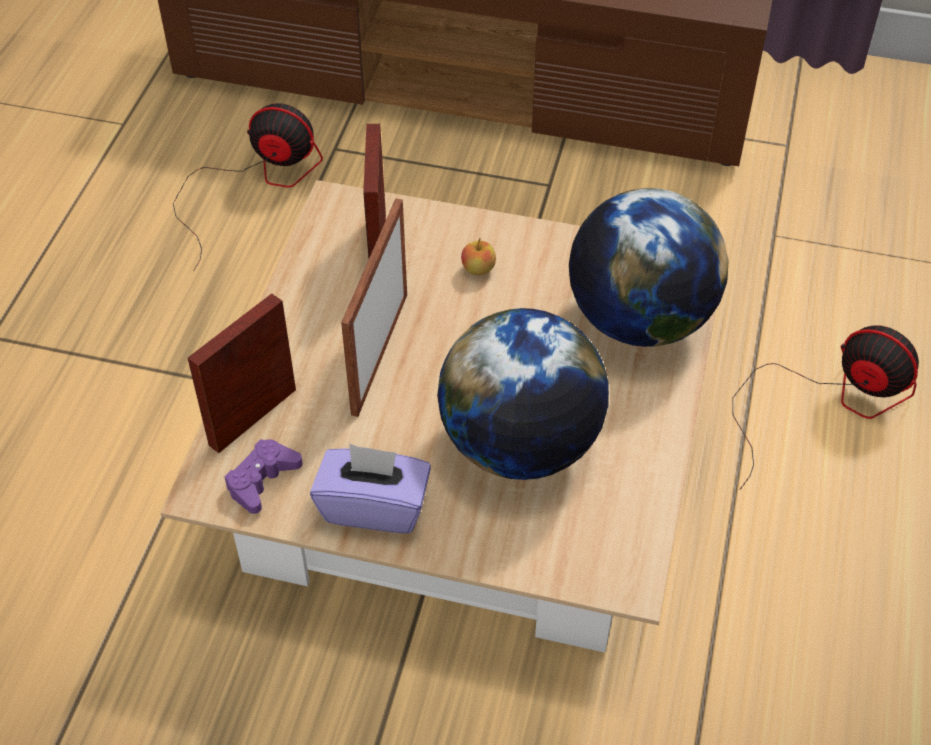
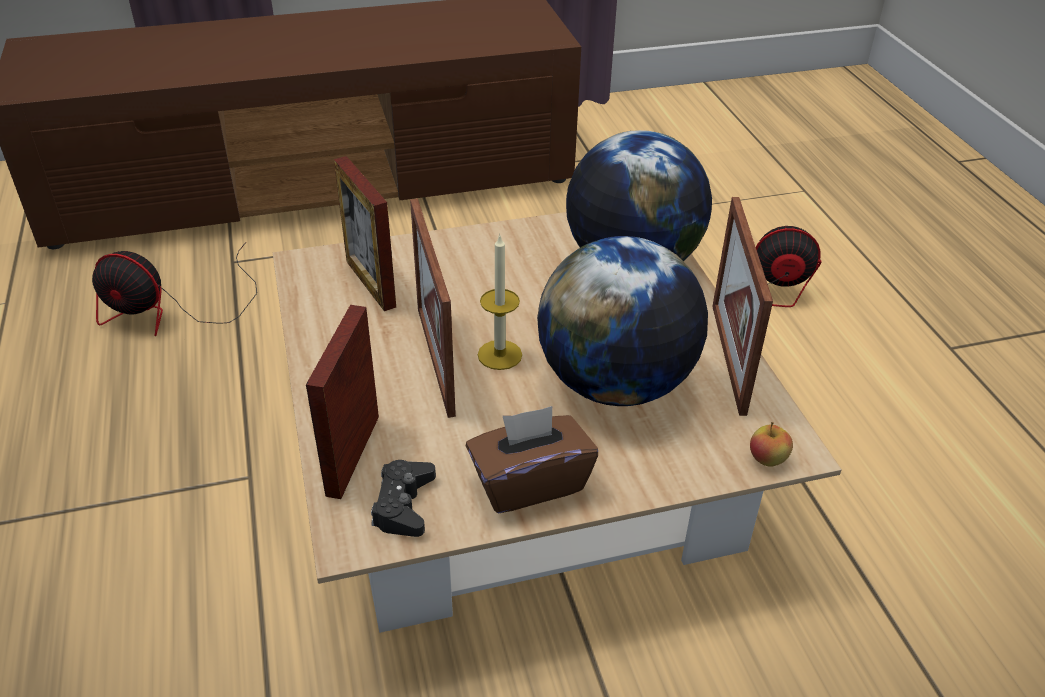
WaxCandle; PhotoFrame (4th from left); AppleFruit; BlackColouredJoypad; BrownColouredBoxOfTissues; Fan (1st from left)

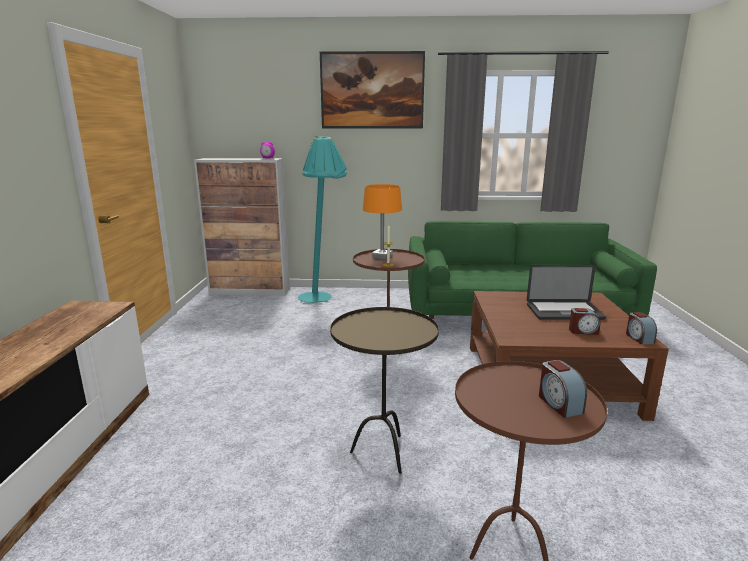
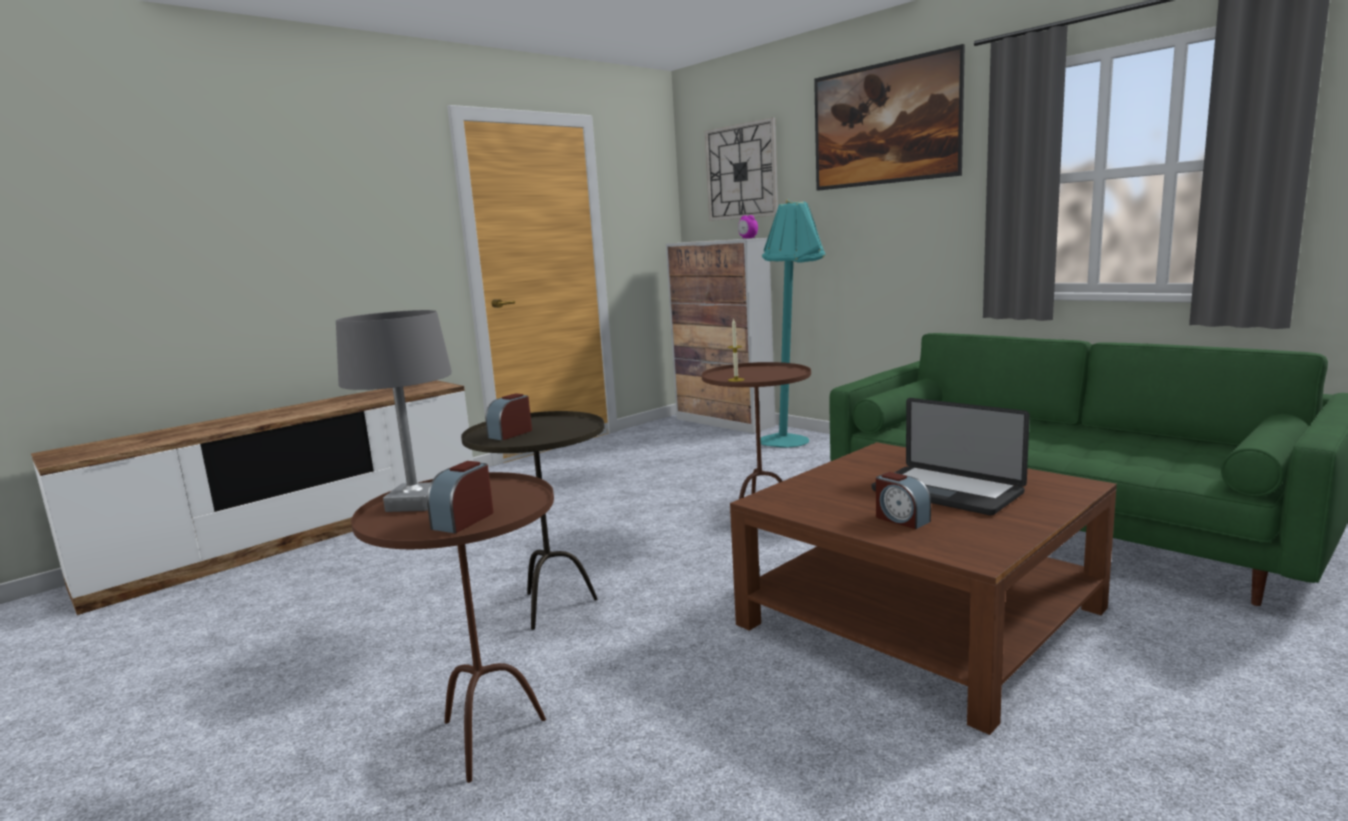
OrangeyTabletopLamp; GrayTabletopLamp; HangingClock; TableClock (2nd from left)

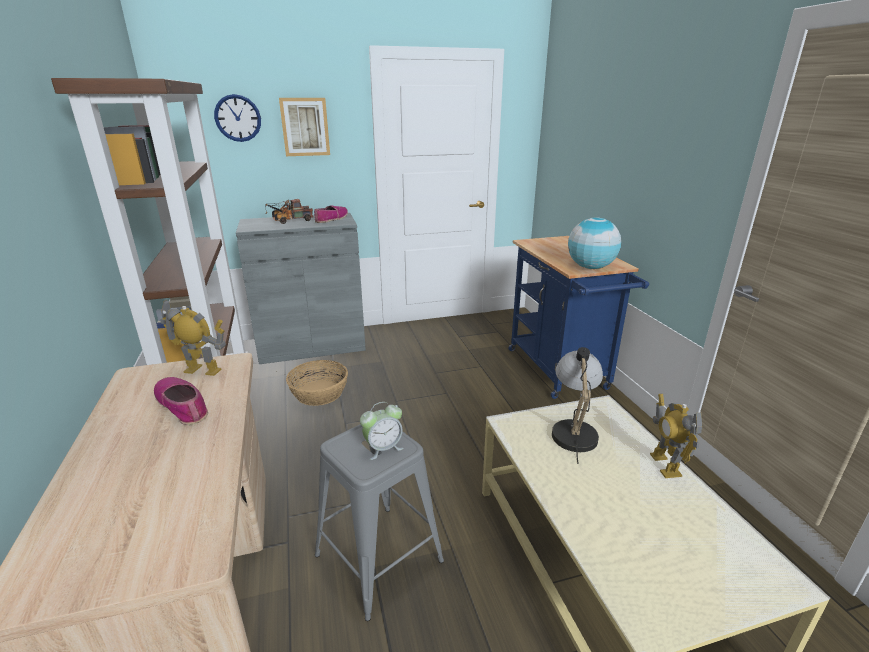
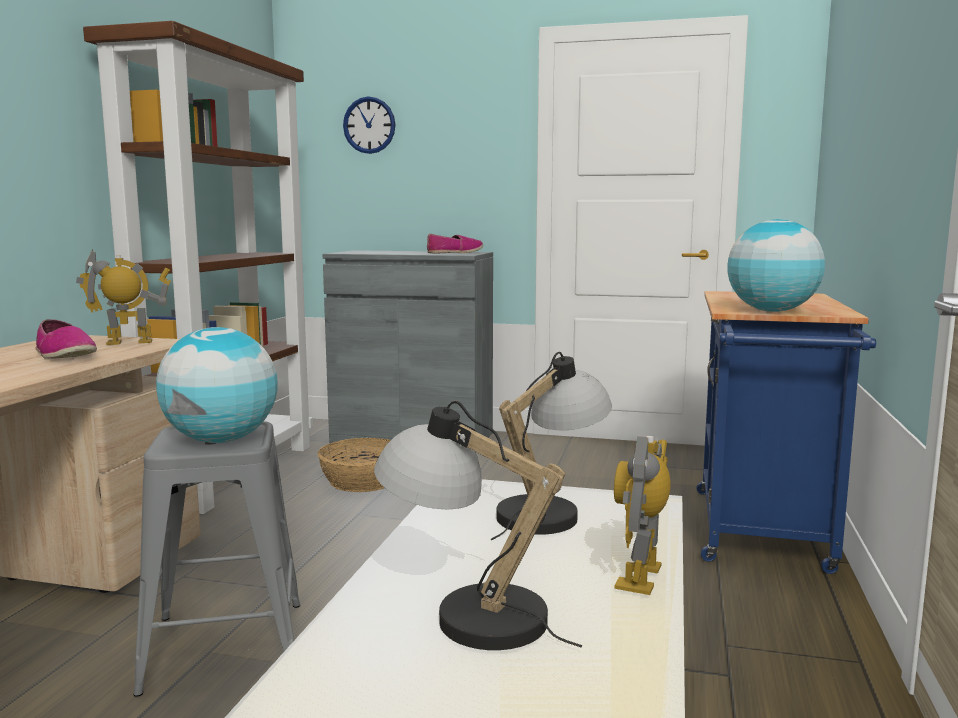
ToyLorry; Picture; TabletopLamp (1st from left); Globe (1st from left); Shoe (1st from left); ModelRobot (1st from left)

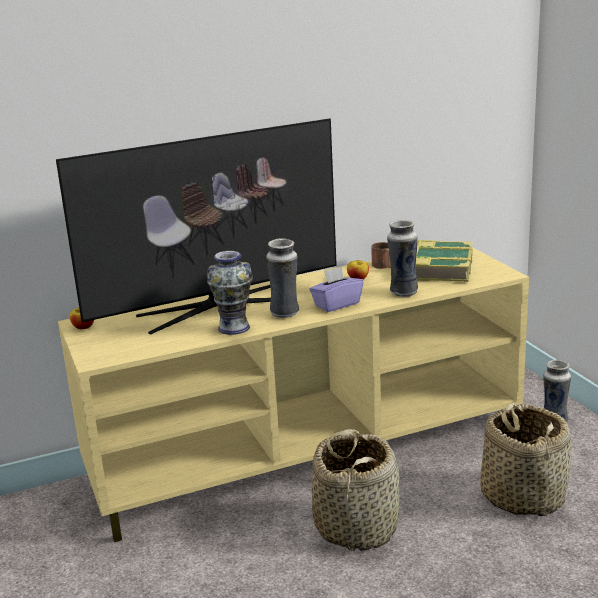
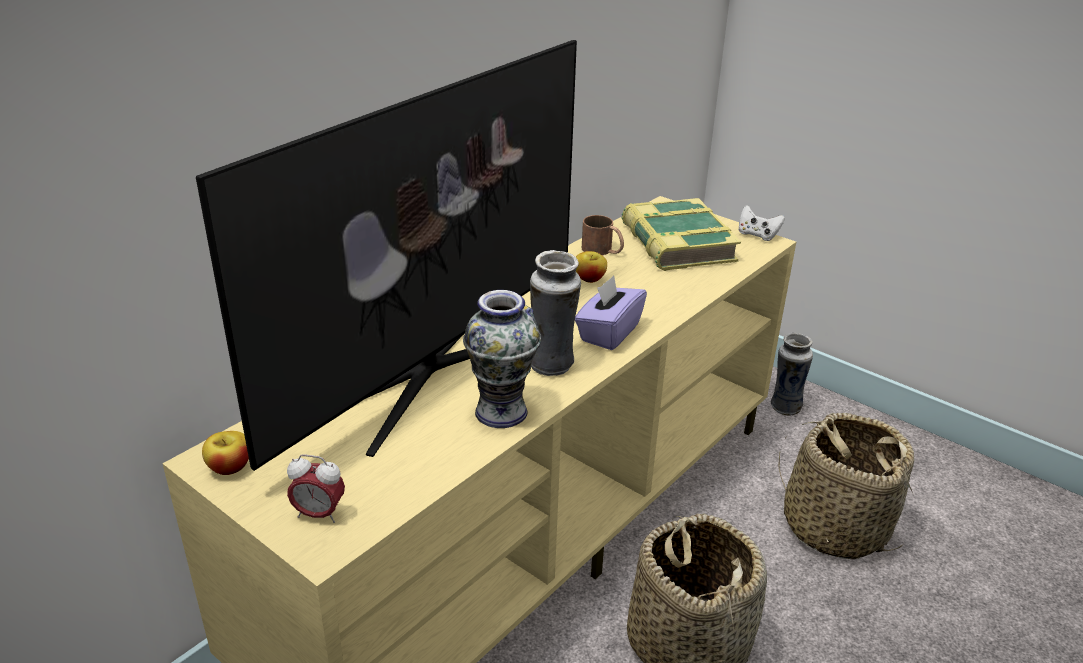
DecorativeVase (3rd from left in the first image); TableClock; WhiteColouredJoypad

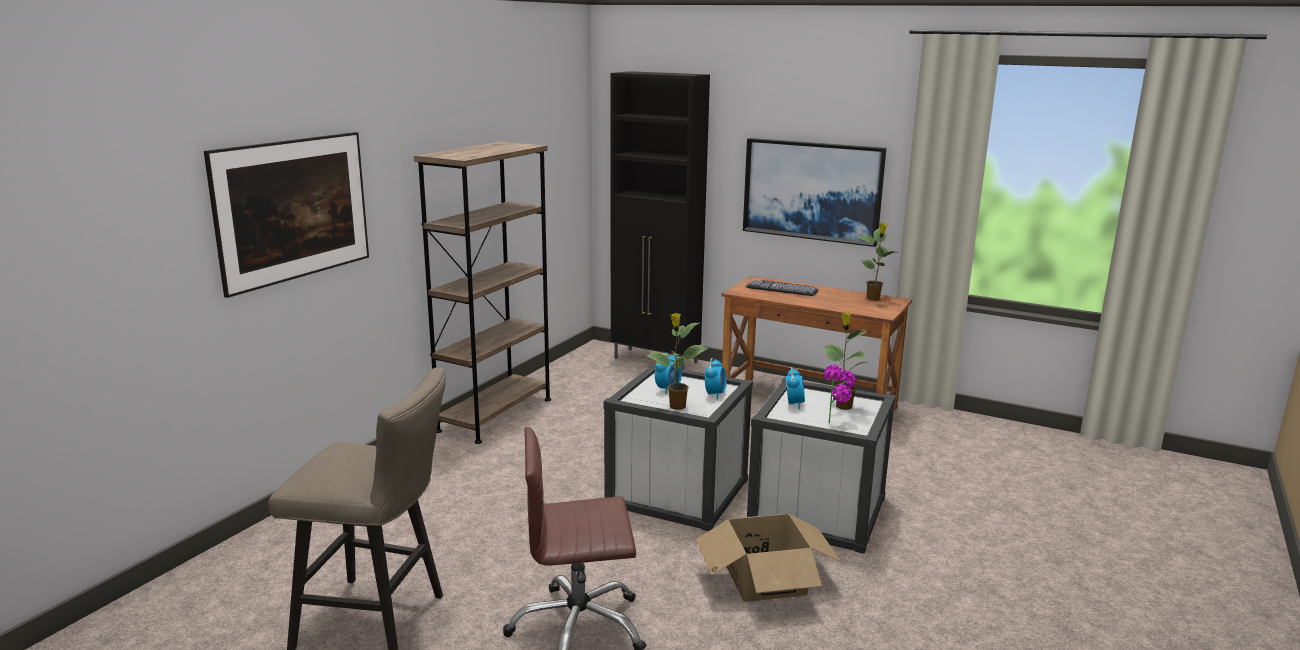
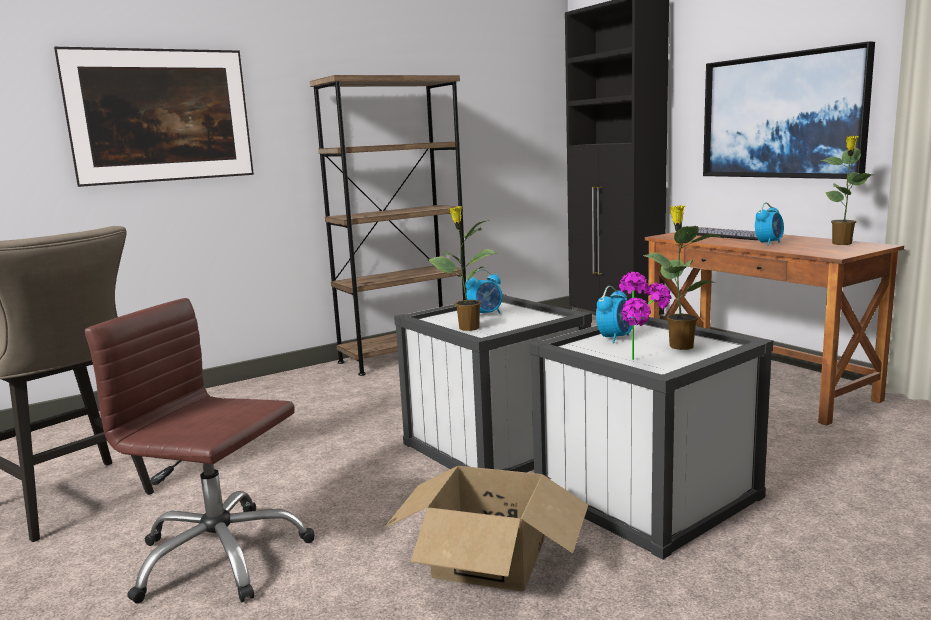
TableClock (3rd from left)

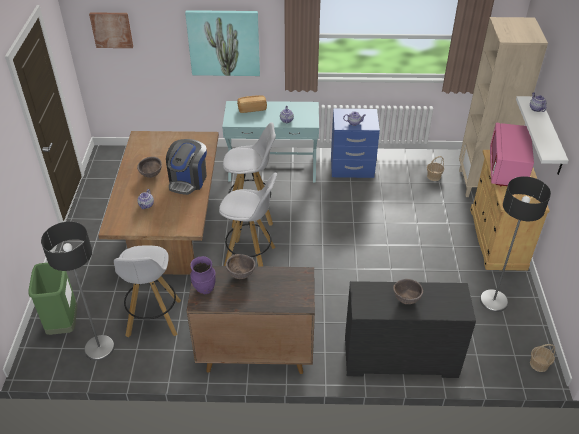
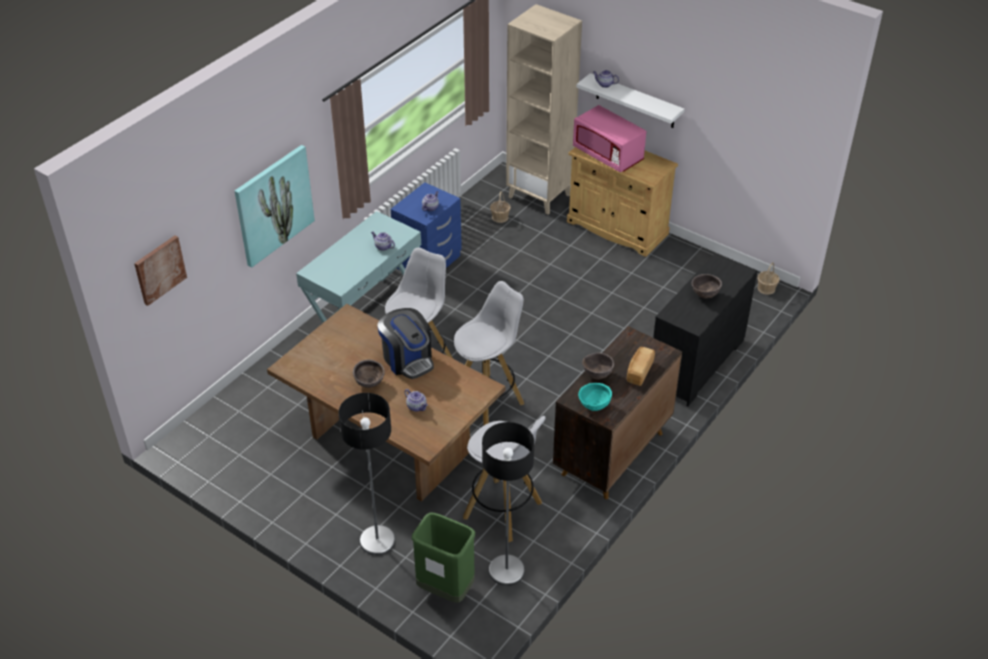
BakeryBread; StandardLamp (1st from left); TurquoiseDeepDish

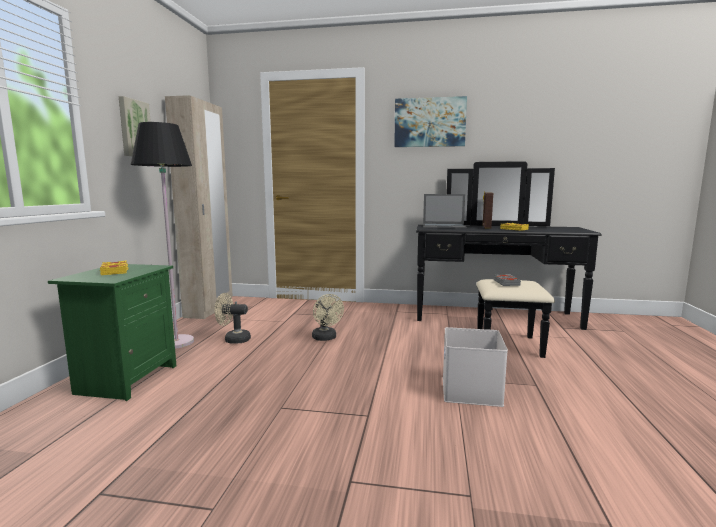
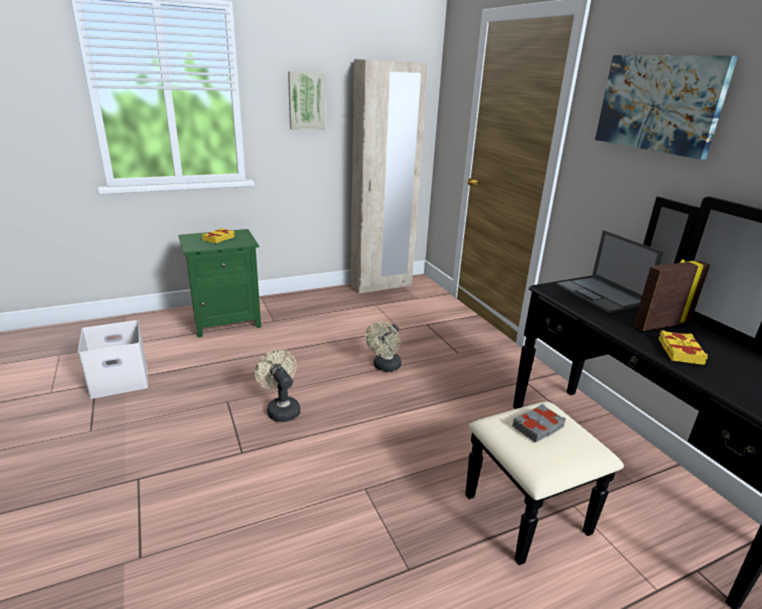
BlackColouredStandardLamp; BeigeFan (1st from left); WhiteColouredStorageBin

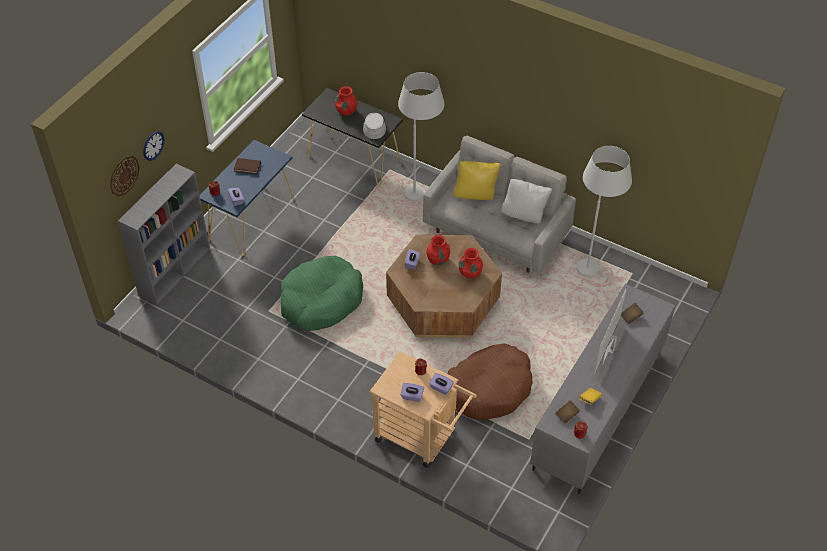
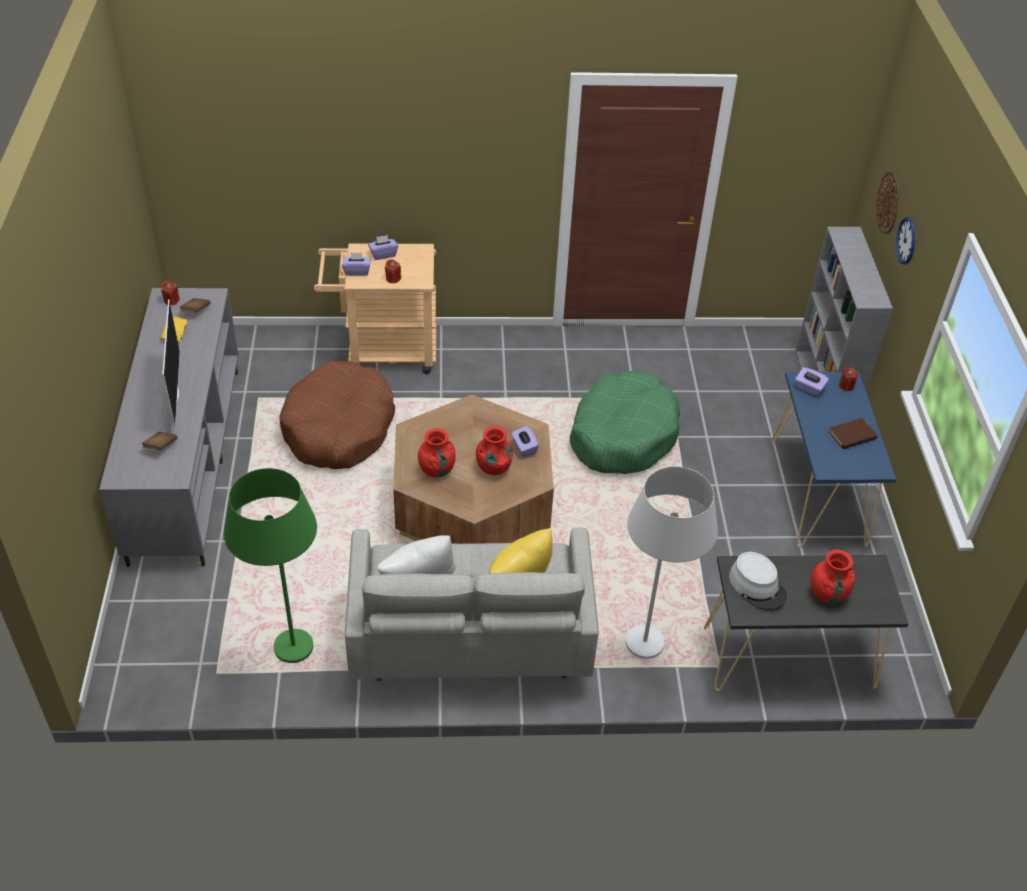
GreenColouredStandardLamp

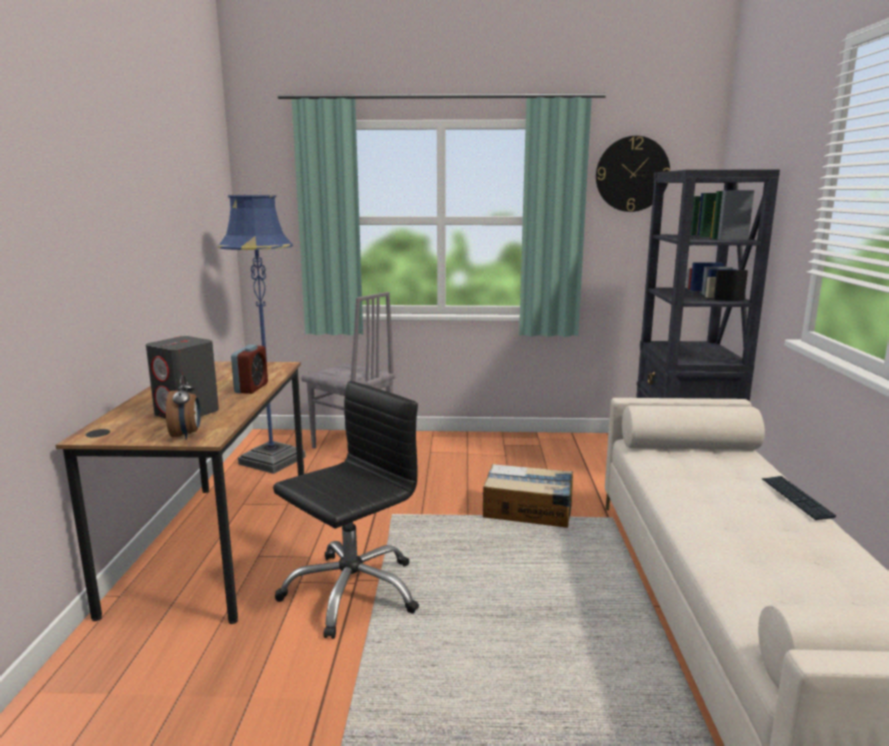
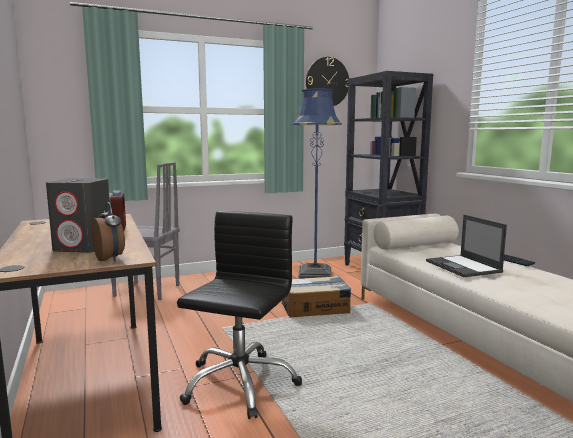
PortableComputer; BluishStandardLamp

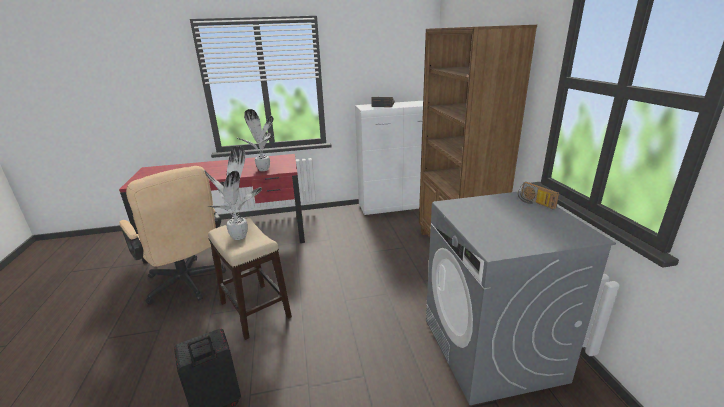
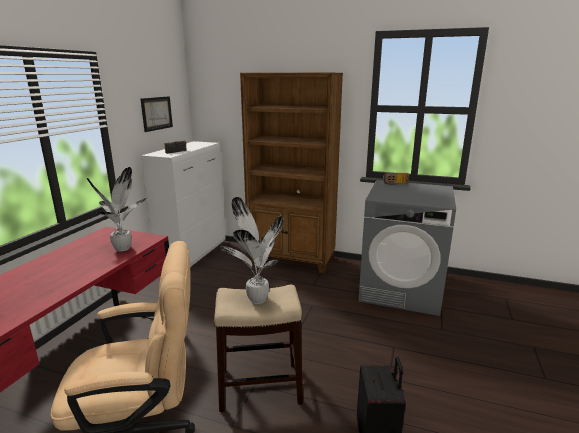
Picture

